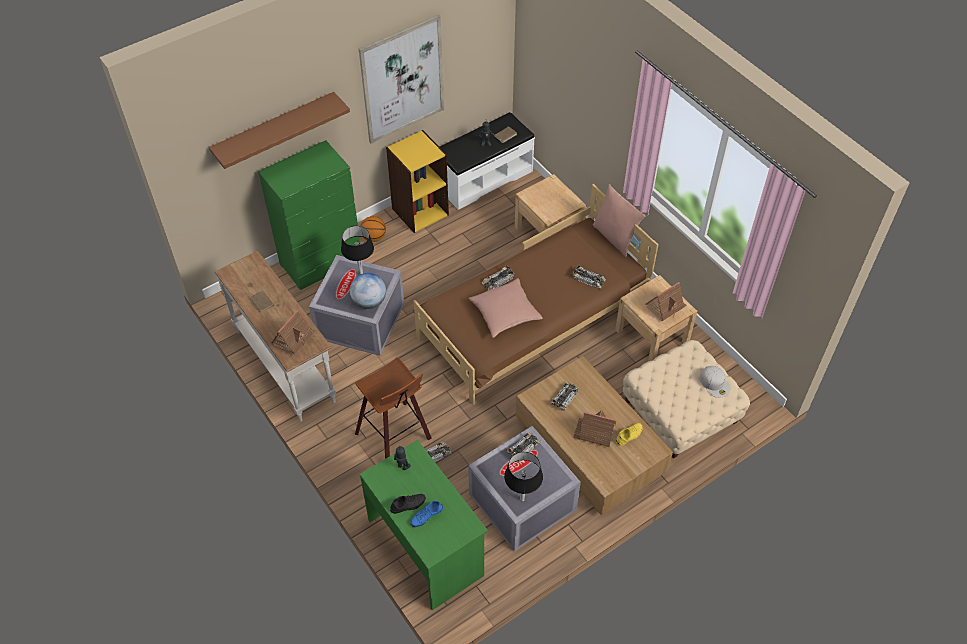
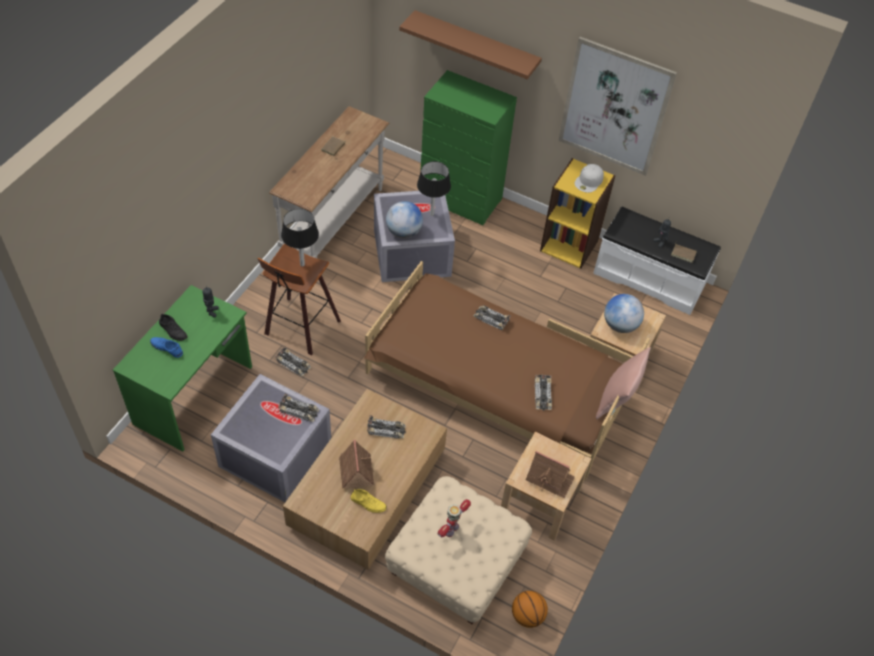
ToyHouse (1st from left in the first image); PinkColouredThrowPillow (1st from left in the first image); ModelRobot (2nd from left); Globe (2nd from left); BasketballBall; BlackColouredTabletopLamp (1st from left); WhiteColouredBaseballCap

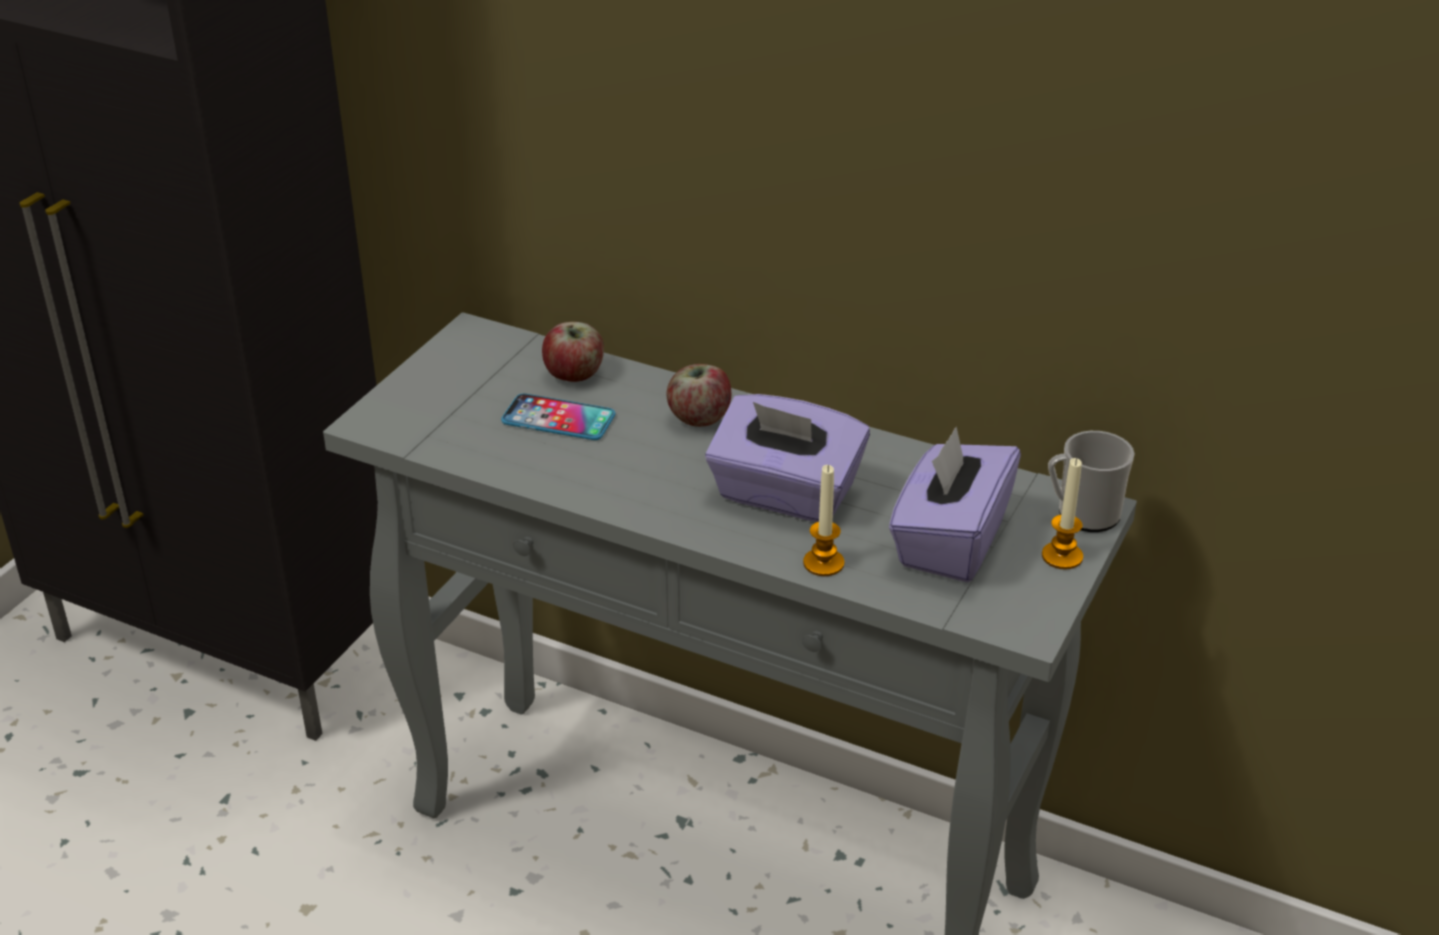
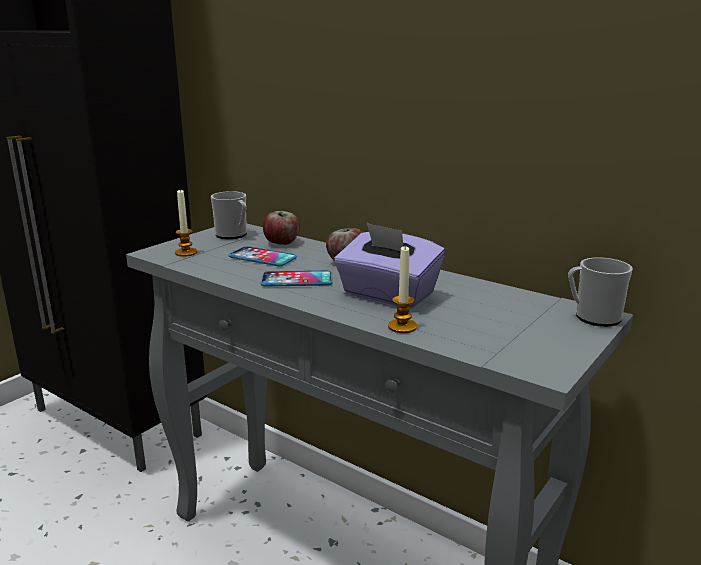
PurpleBoxOfTissues (2nd from left in the first image); Mug (1st from left); Phone (2nd from left); WaxCandle (1st from left)

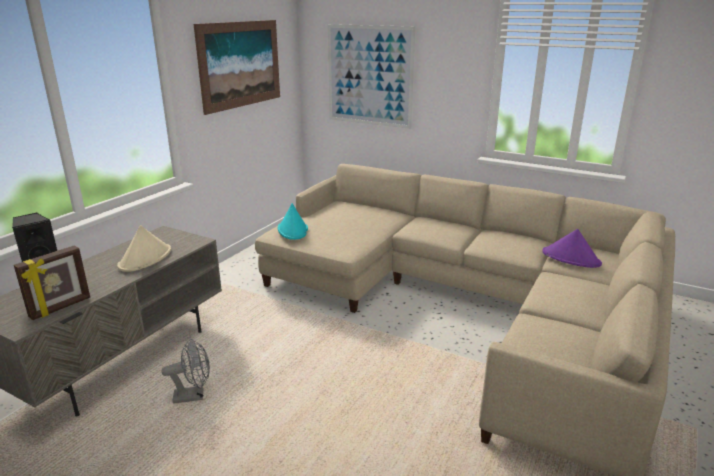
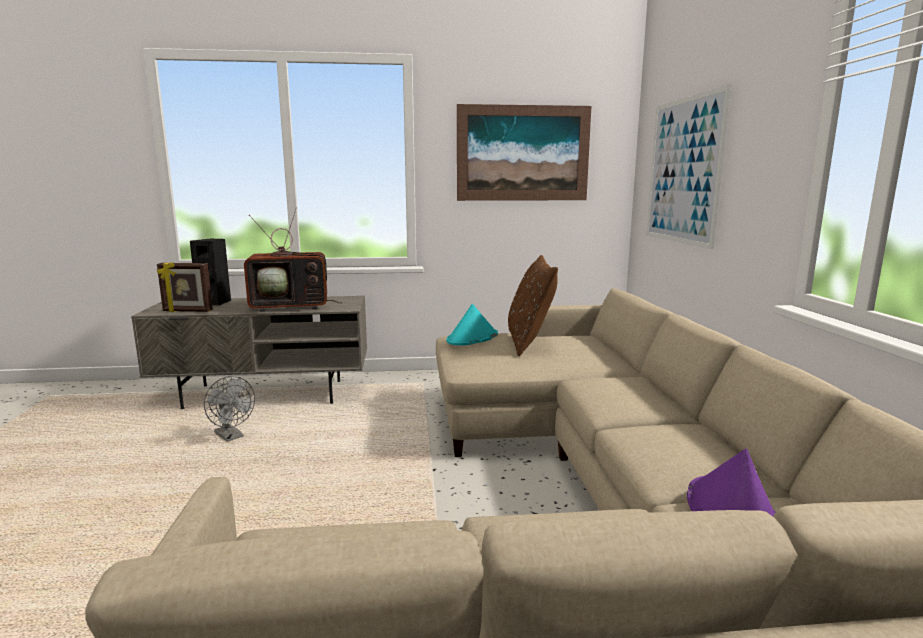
BrownColouredThrowPillow; Tv

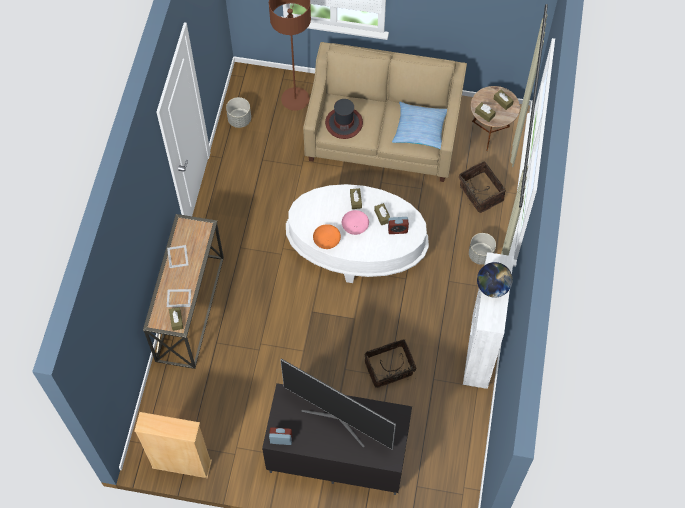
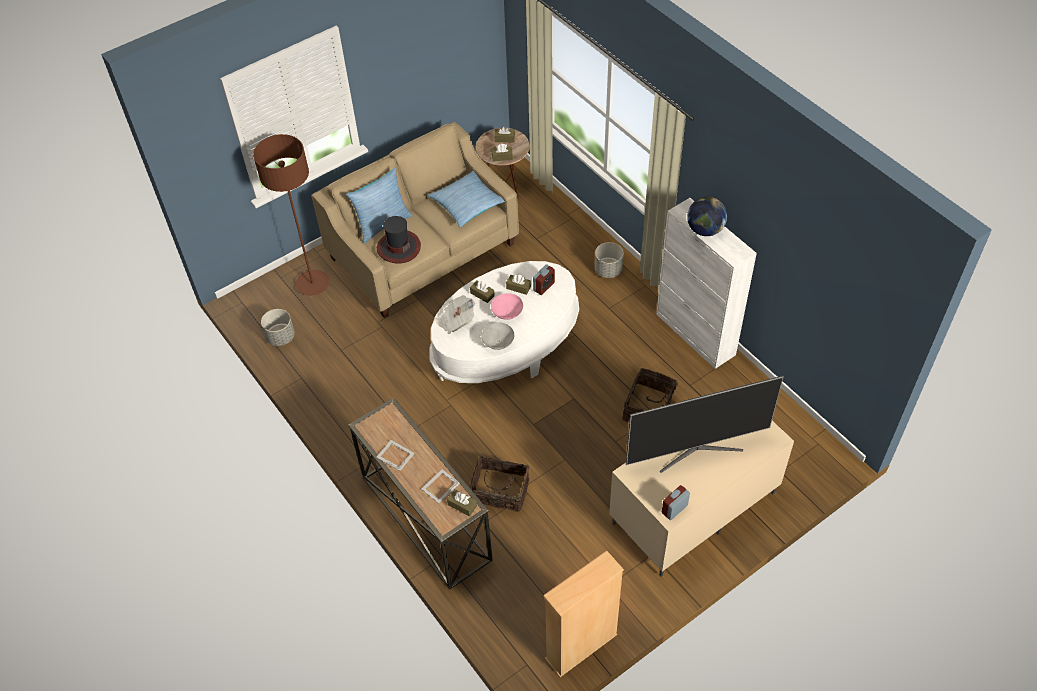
ThrowPillow (1st from left); DailyPaper; StorageBasket (1st from left); BeigeMediaConsole; GrayDeepDish

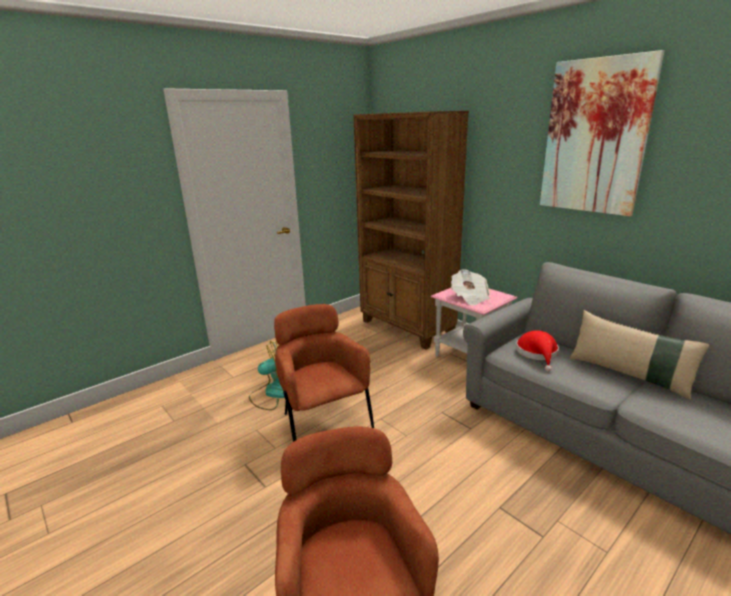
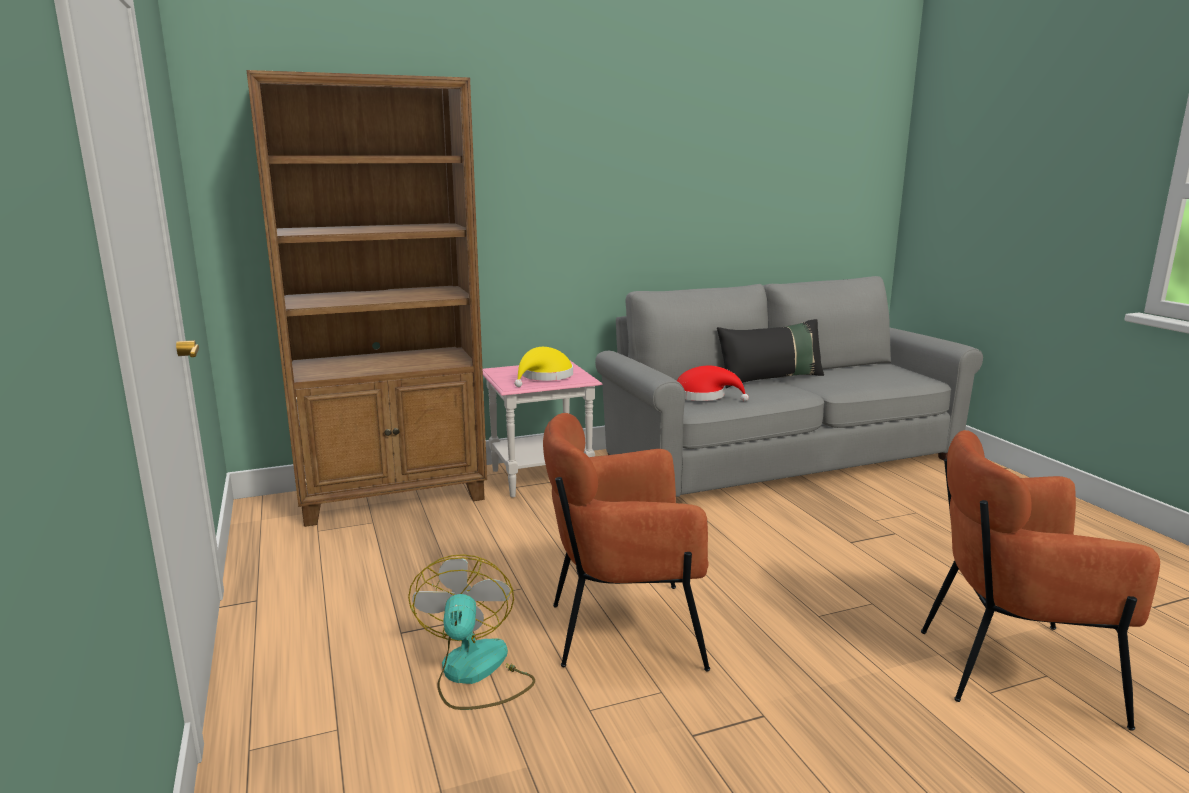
Picture; YellowHat; BlackColouredThrowPillow

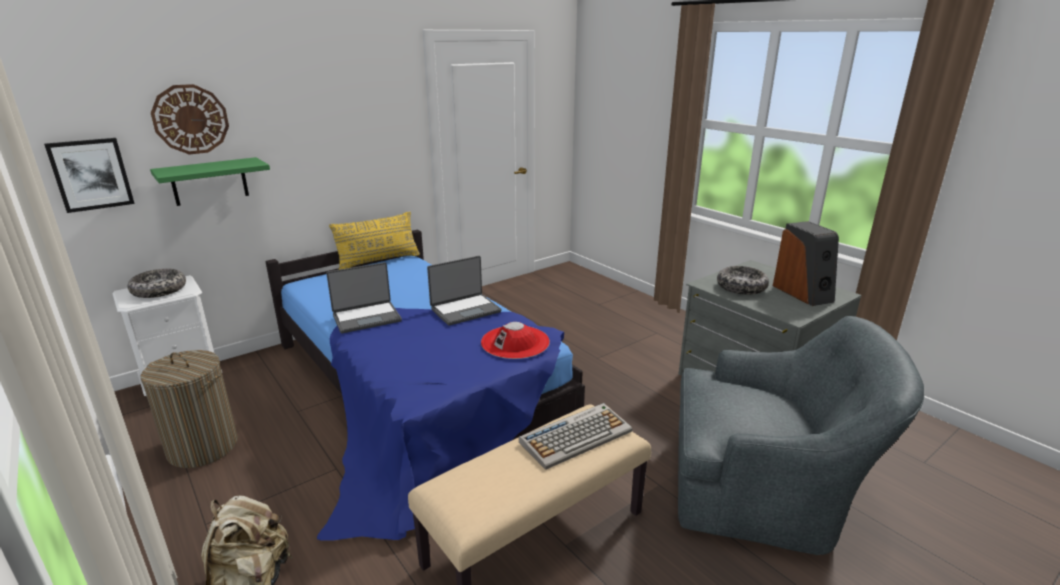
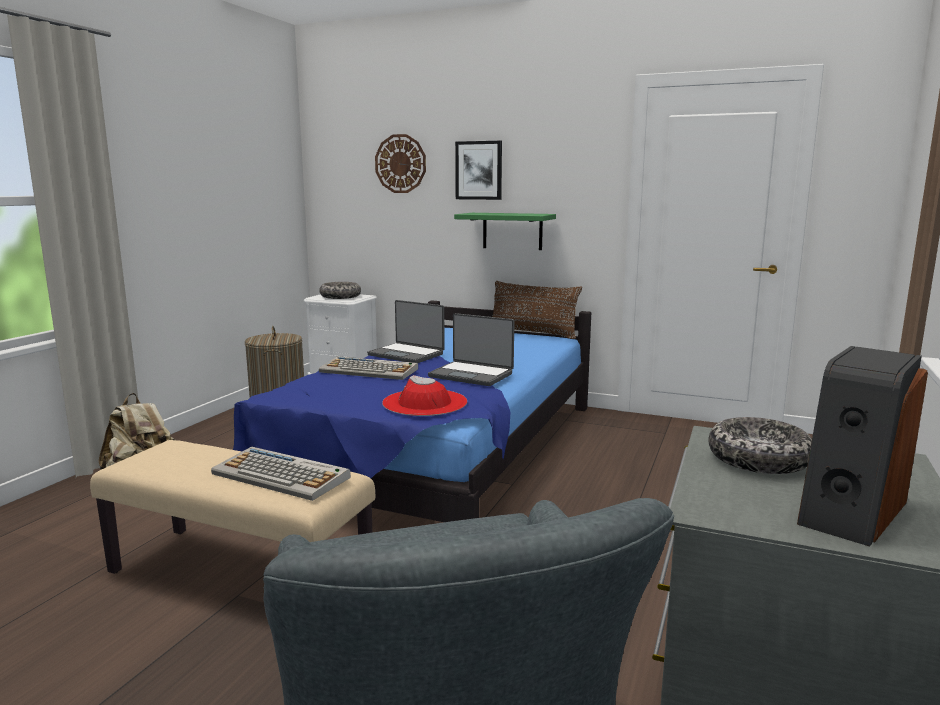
PcKeyboard (2nd from left); Picture; GreenColouredShelf; BrownColouredThrowPillow

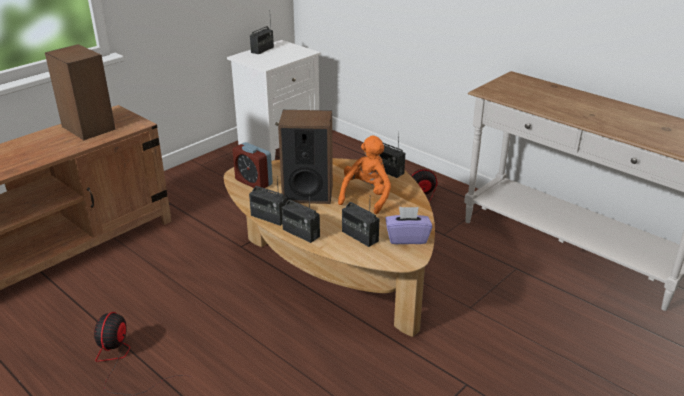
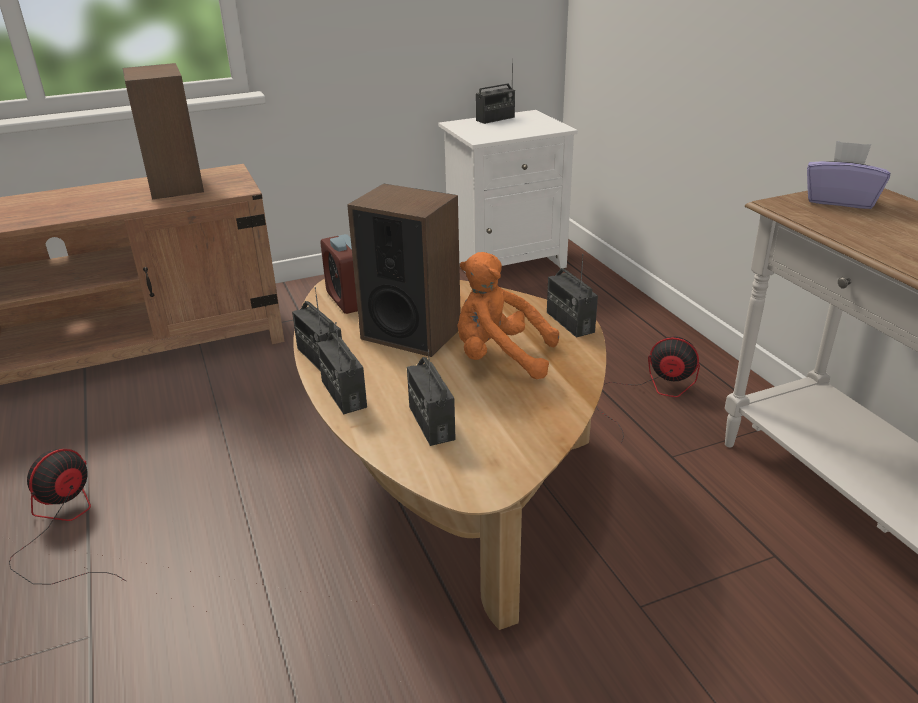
PurpleBoxOfTissues; OrangeyPlushToy

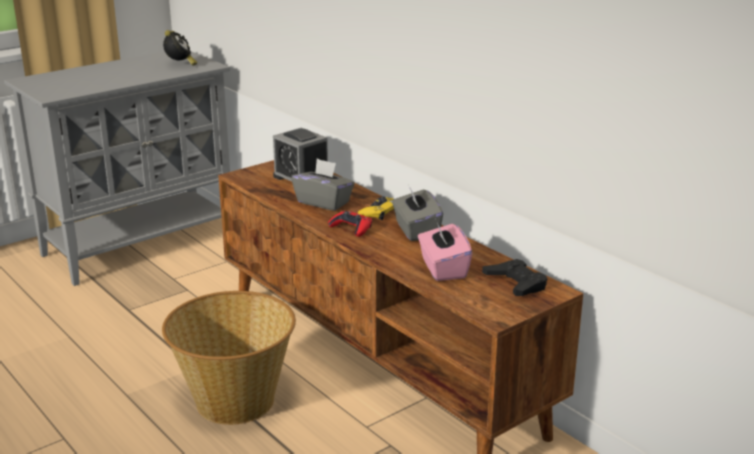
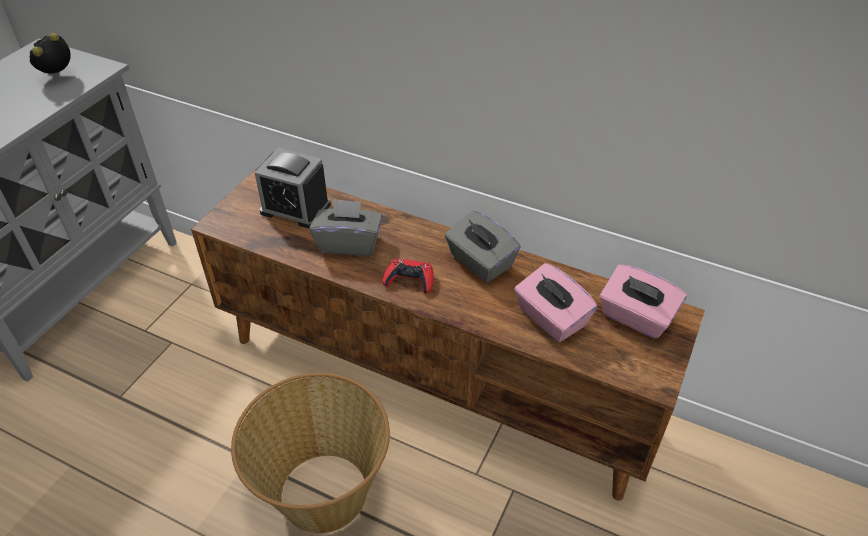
YellowJoypad; PinkColouredBoxOfTissues (2nd from left); TableClock (1st from left)

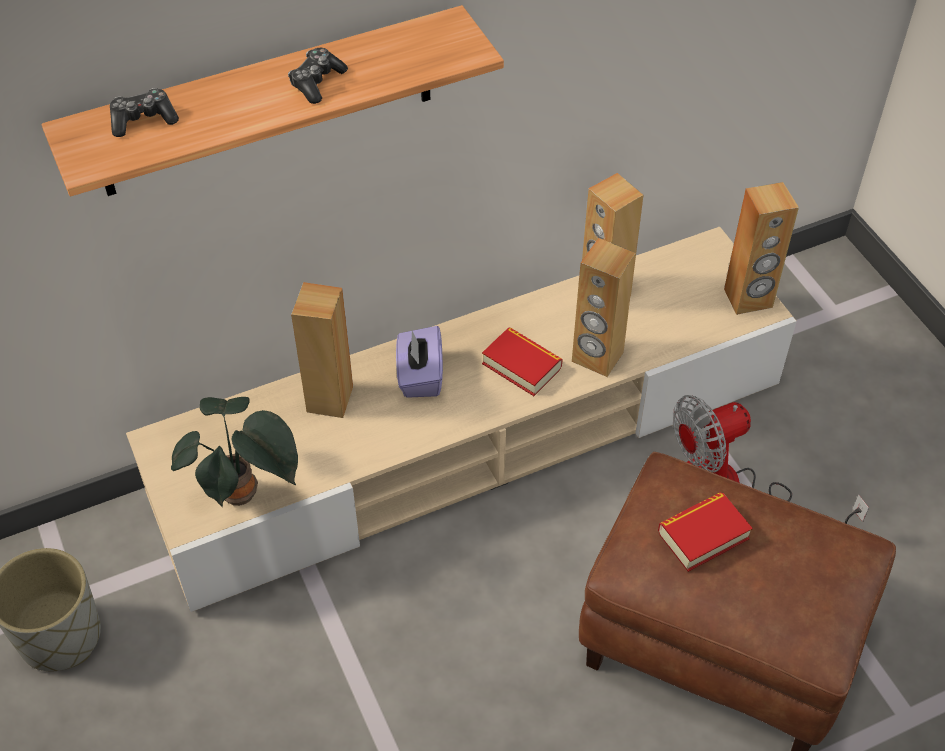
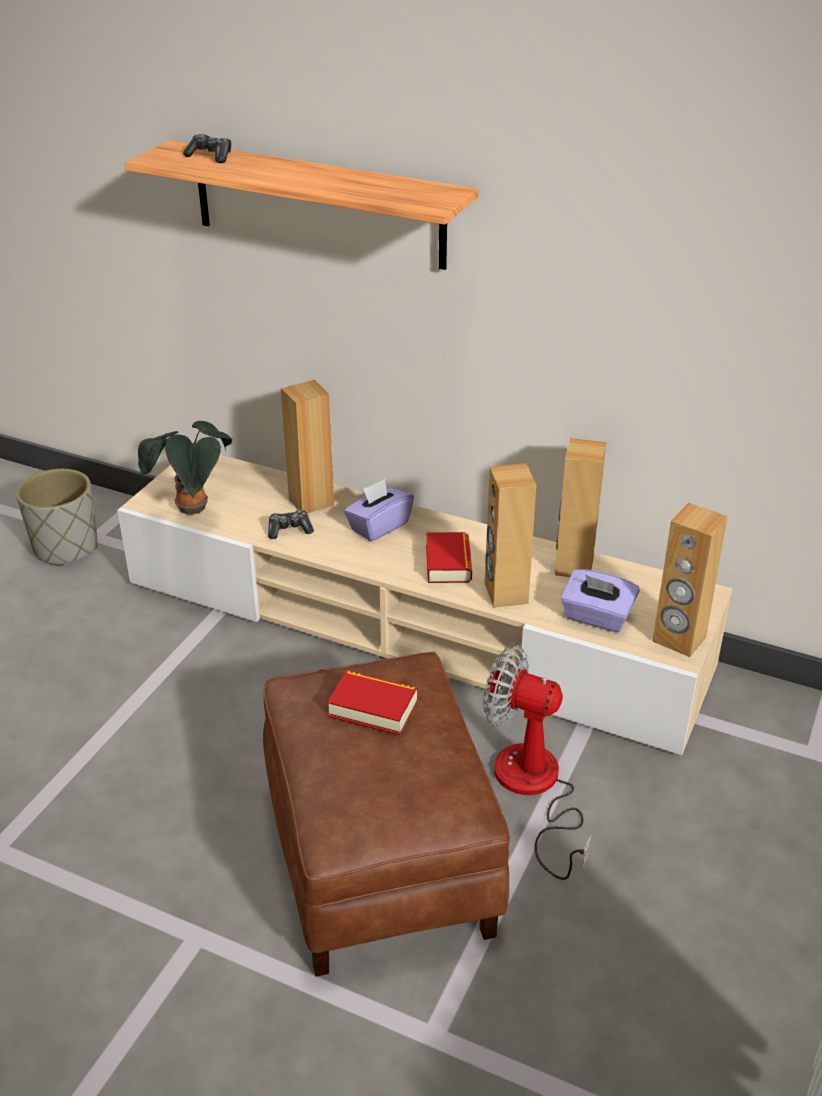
PurpleBoxOfTissues (2nd from left); Joypad (2nd from left)

